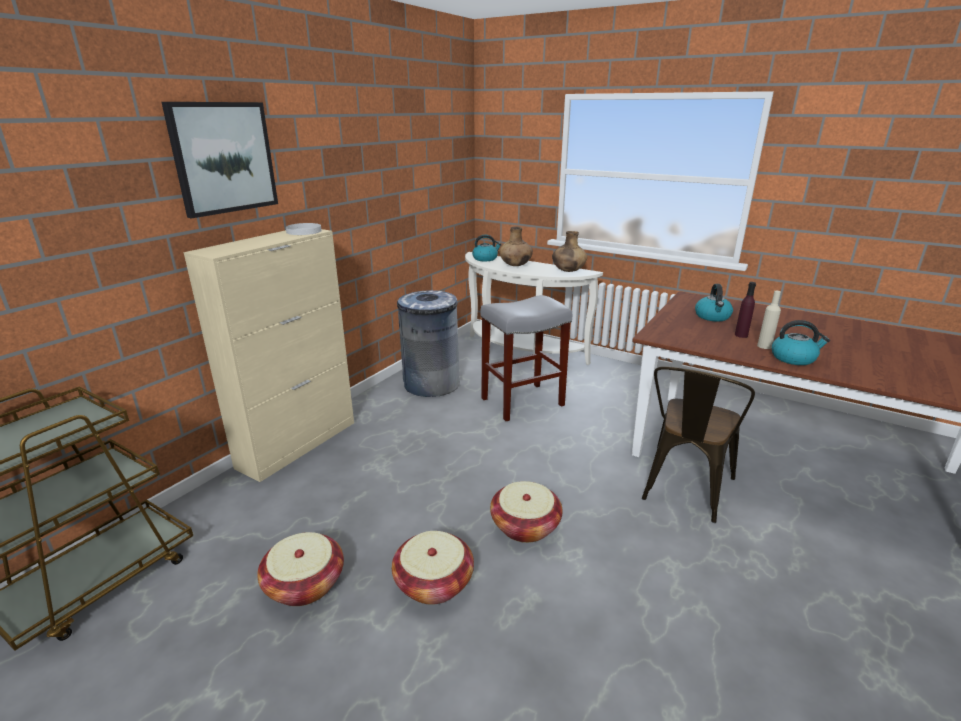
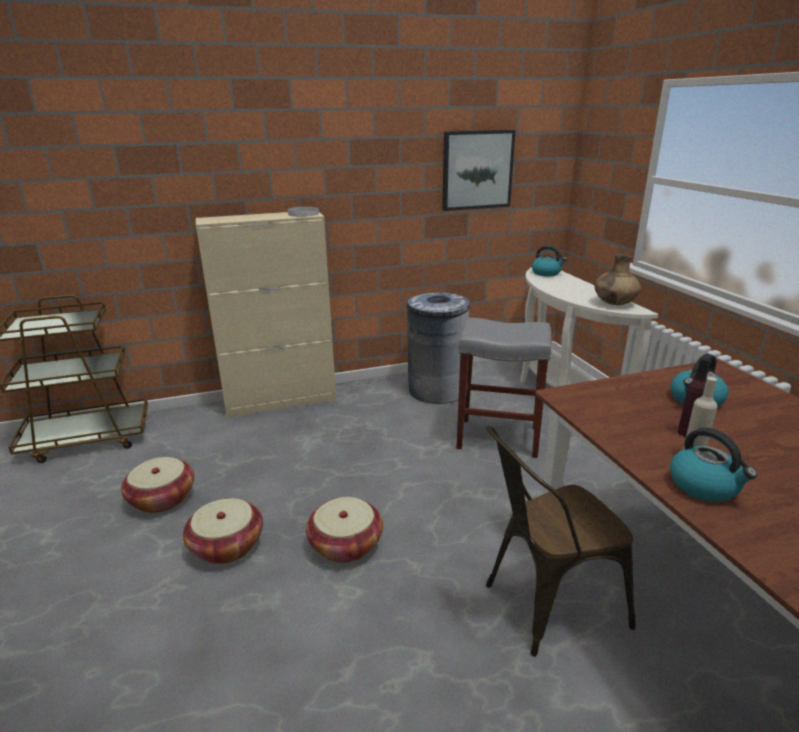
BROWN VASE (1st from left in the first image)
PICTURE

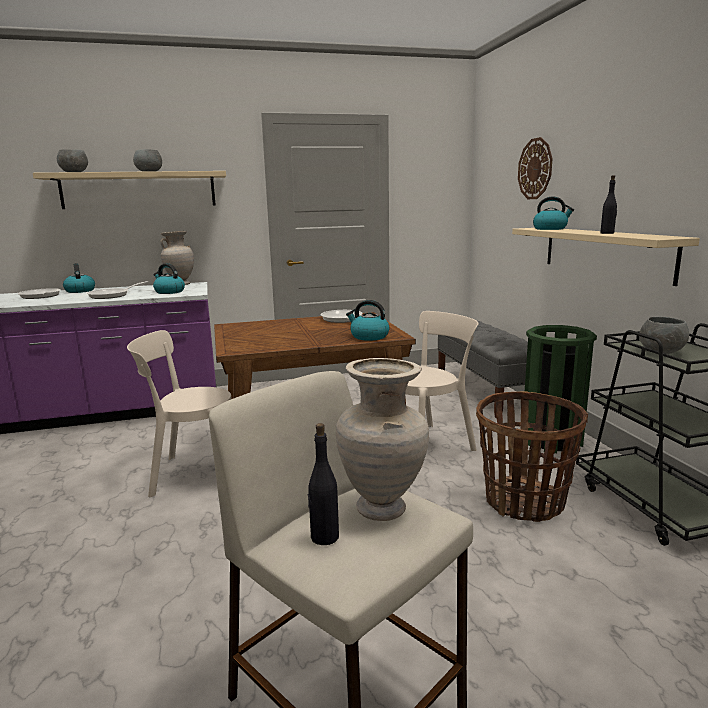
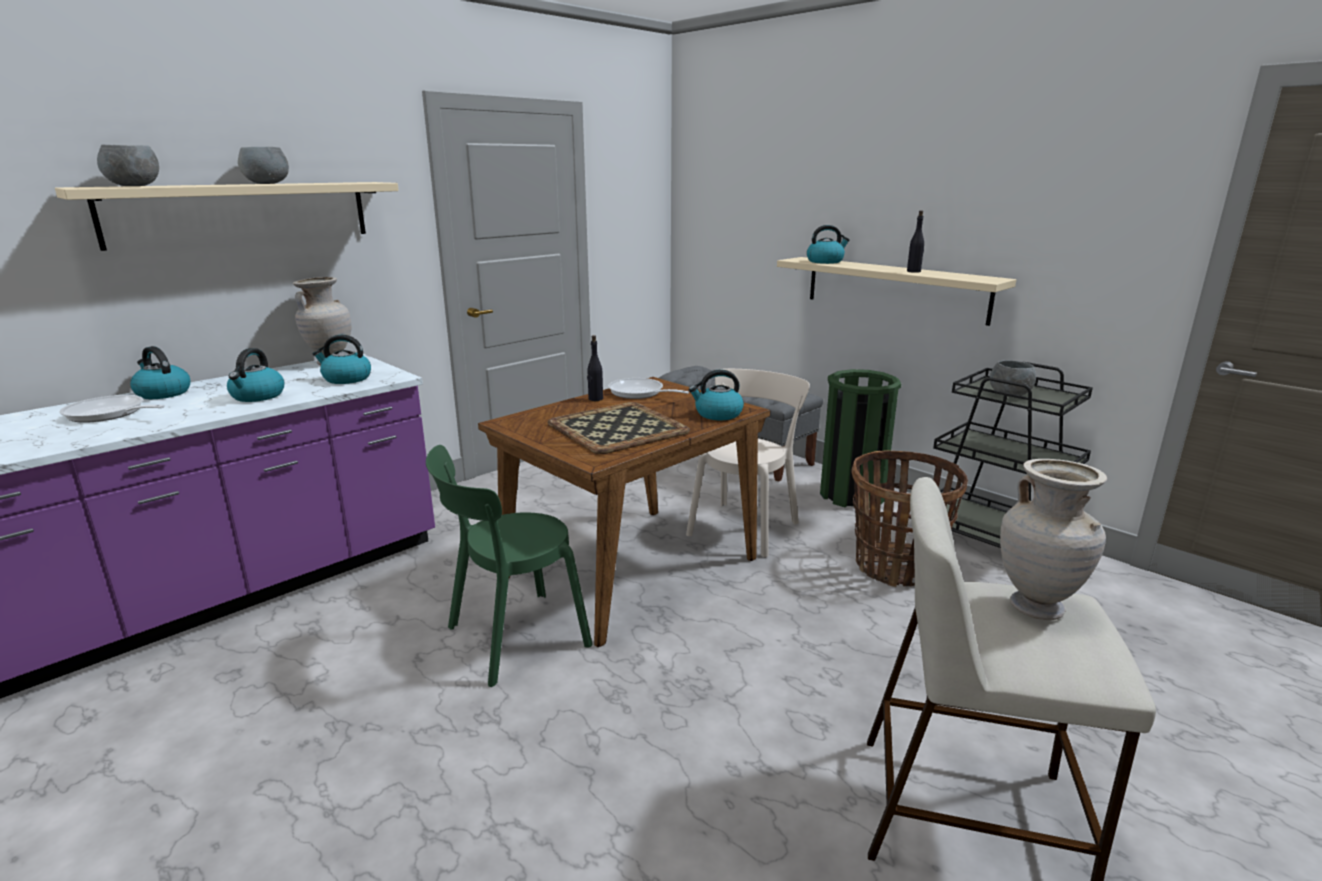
HANGING CLOCK
CARRYING TRAY
BLACK-COLOURED BEVERAGE BOTTLE (1st from left)
KETTLE (2nd from left)
GREEN UPRIGHT CHAIR

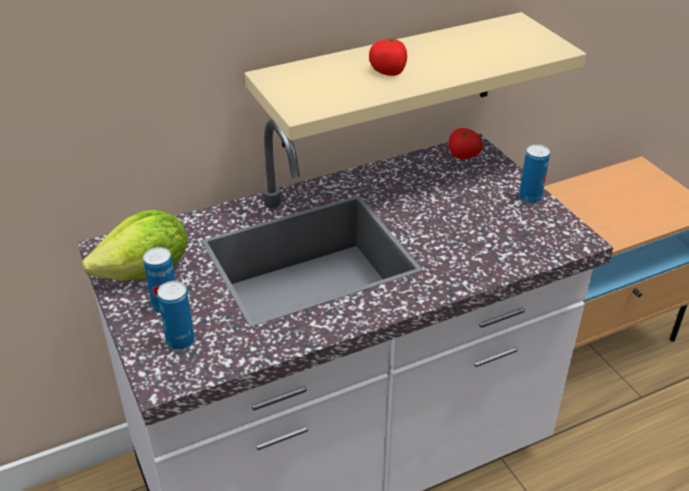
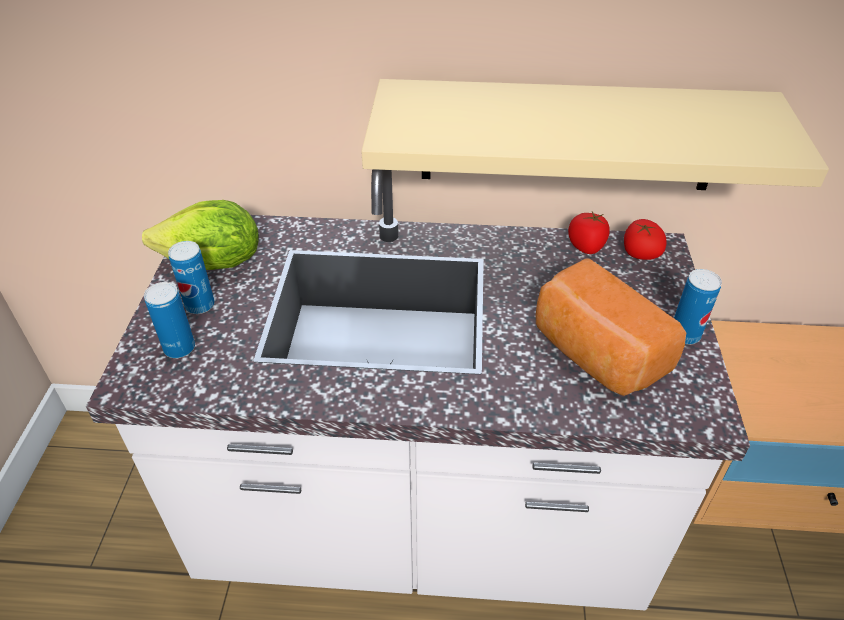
BREAD
WHOLE TOMATO (1st from left)

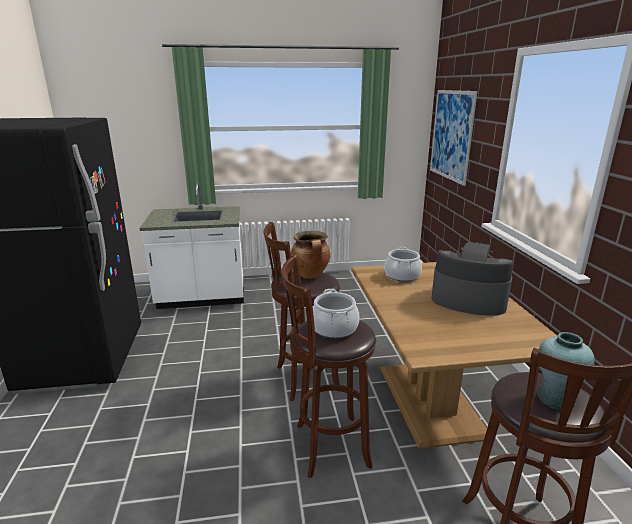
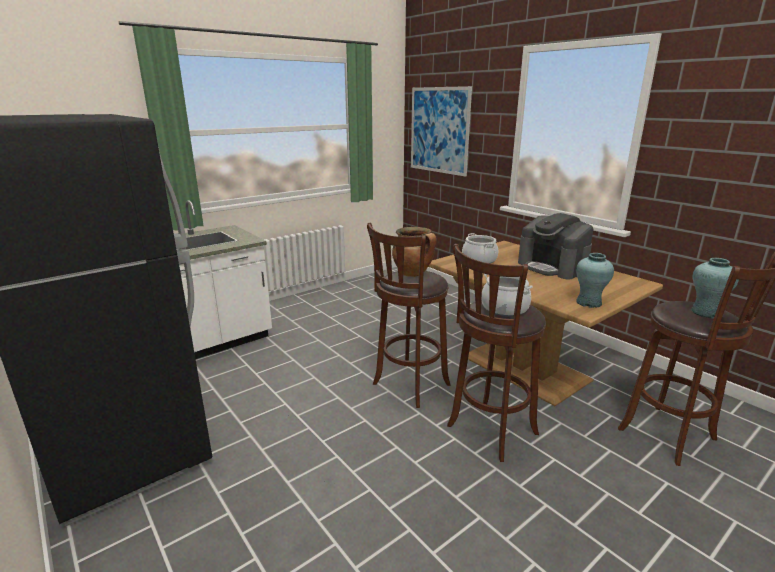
TURQUOISE VASE (1st from left)
COFFEE MACHINE

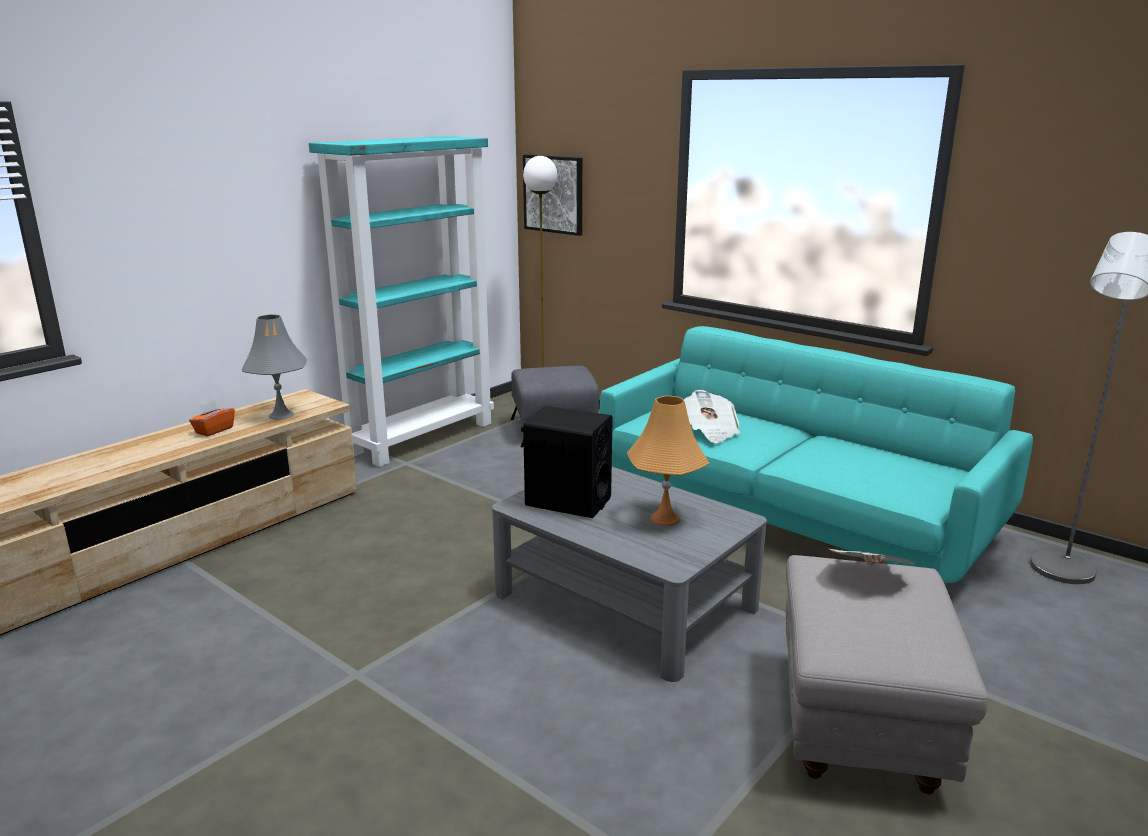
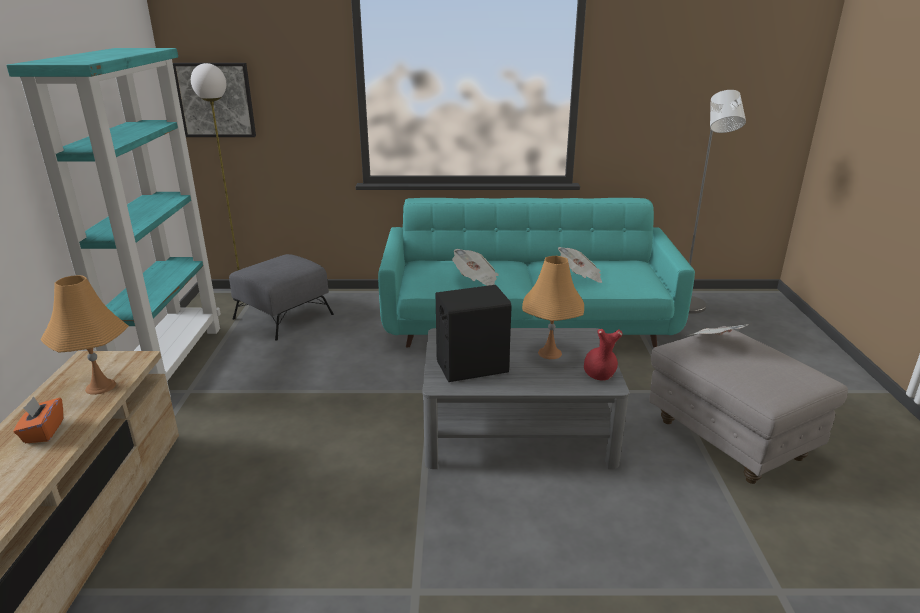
DAILY PAPER (2nd from left)
REDDISH VASE
ORANGEY LAMP FOR A TABLE (1st from left)

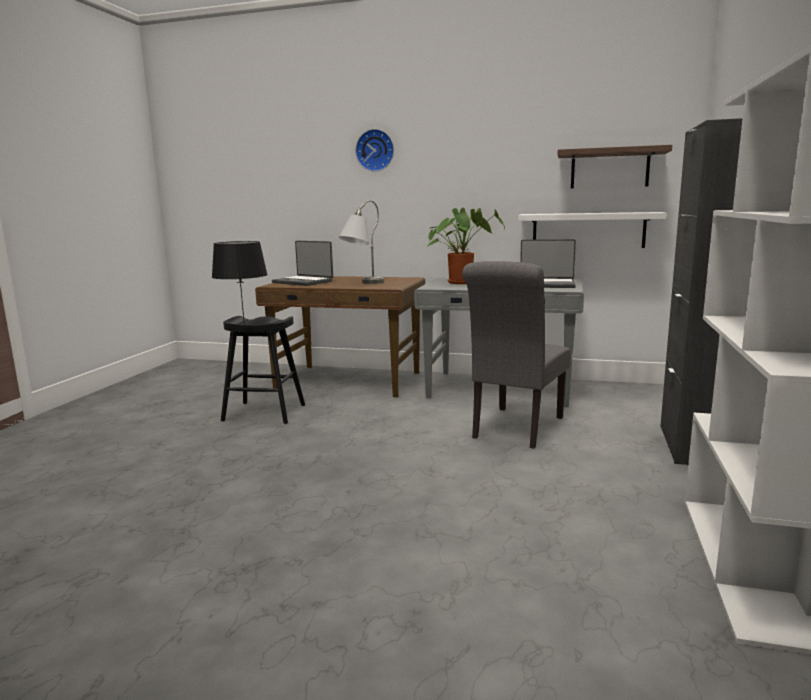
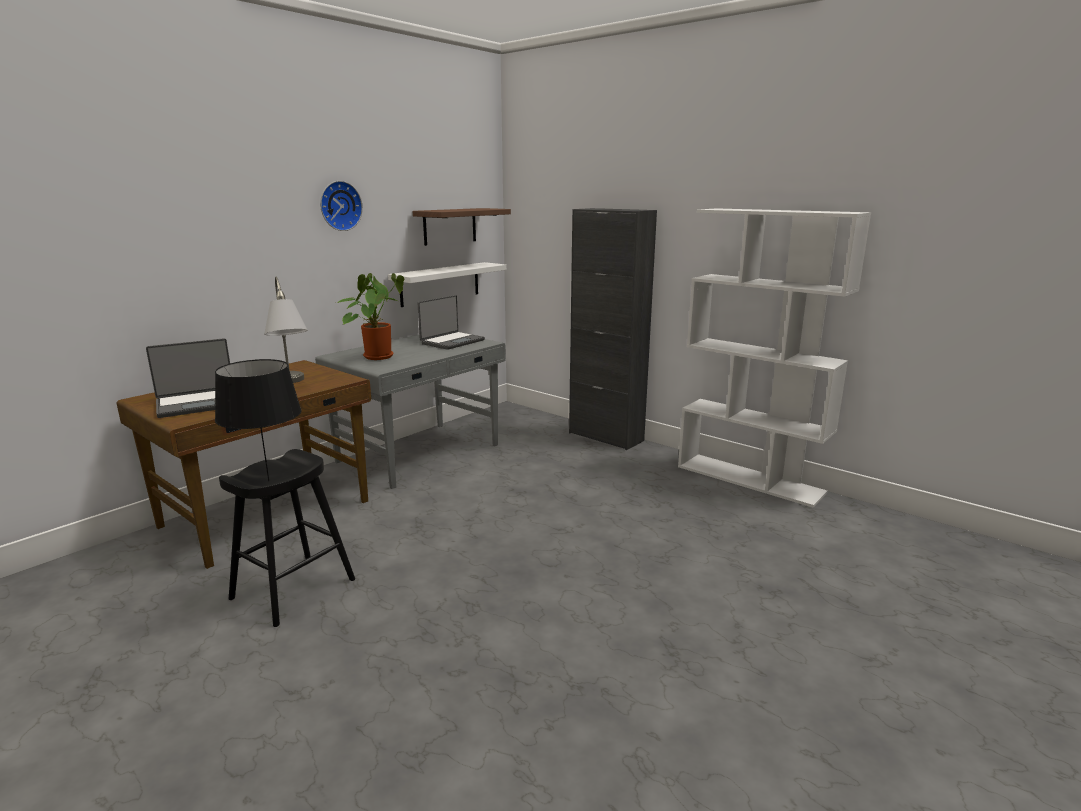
GRAY UPRIGHT CHAIR
HANGING CLOCK

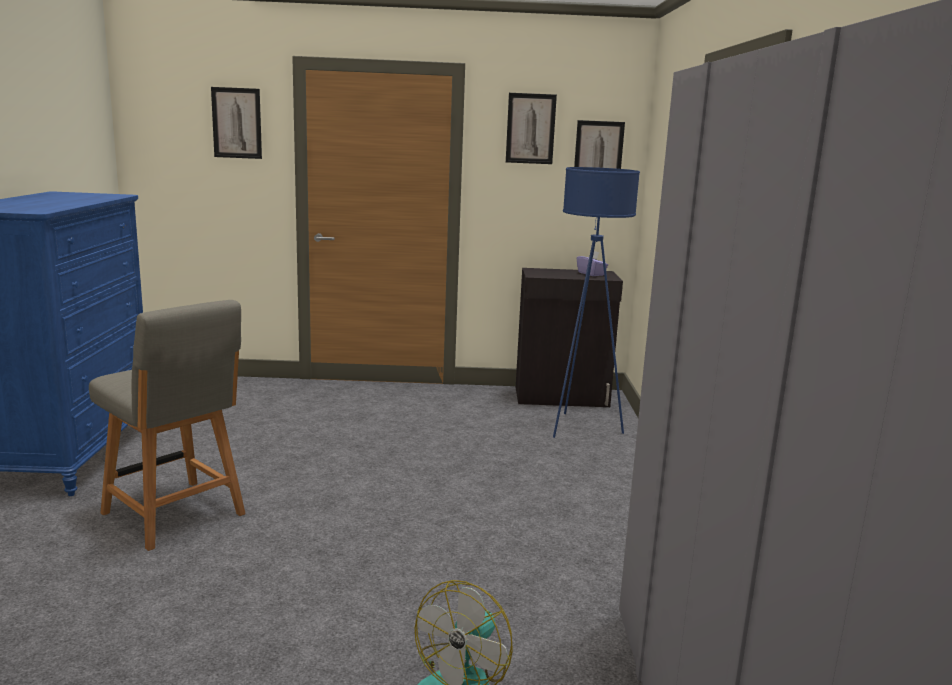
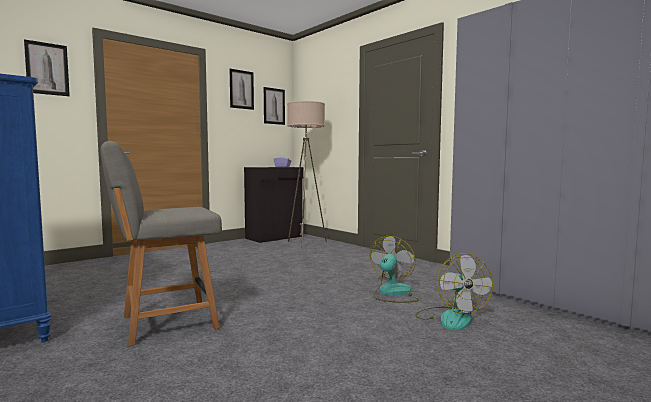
FAN (1st from left)
BEIGE STANDING LAMP
GRAY UPRIGHT CHAIR

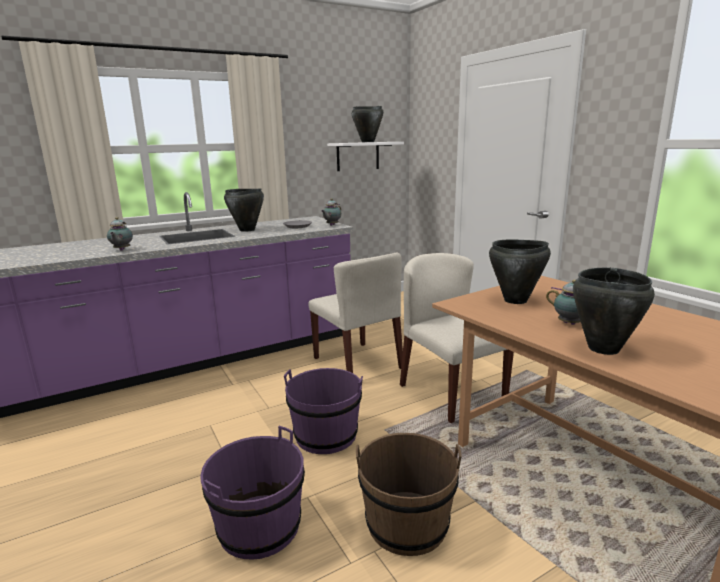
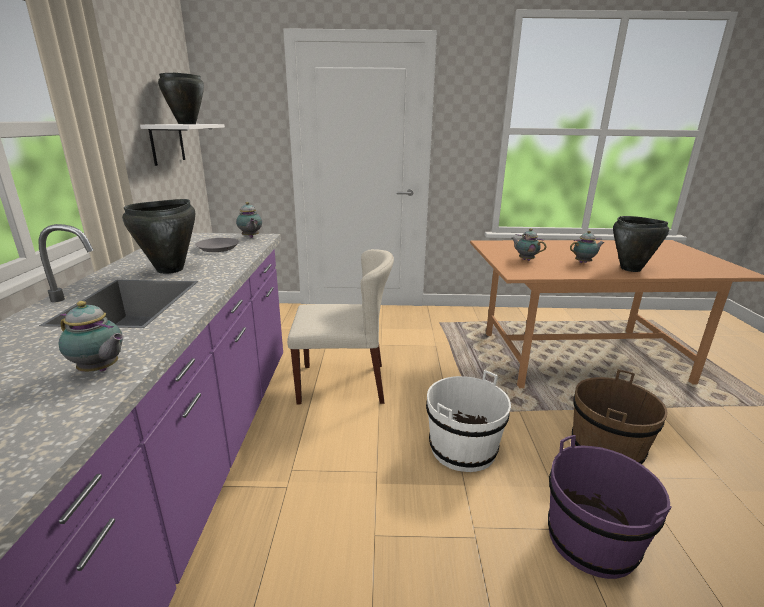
BEIGE UPRIGHT CHAIR (2nd from left in the first image)
TEAPOT (3rd from left)
WHITE WATER BUCKET

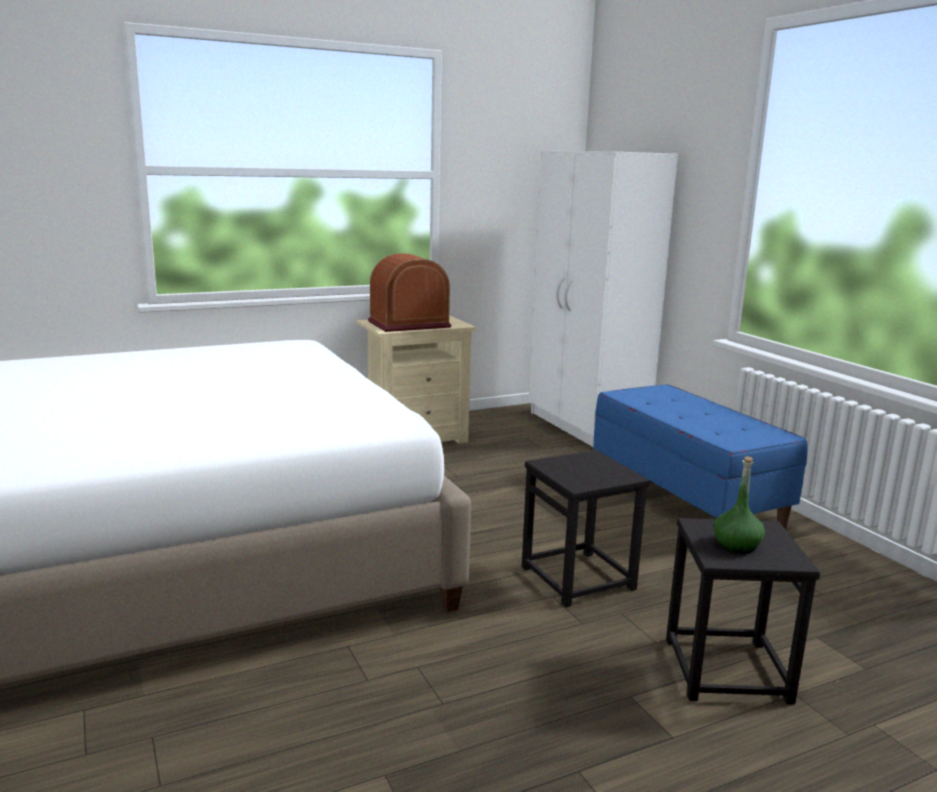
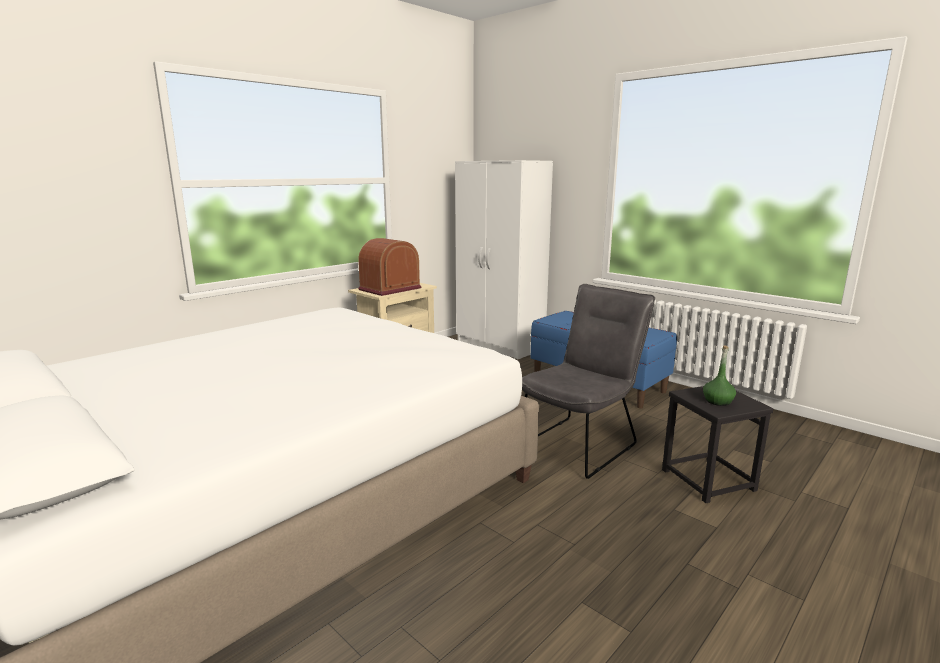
GRAY UPRIGHT CHAIR

